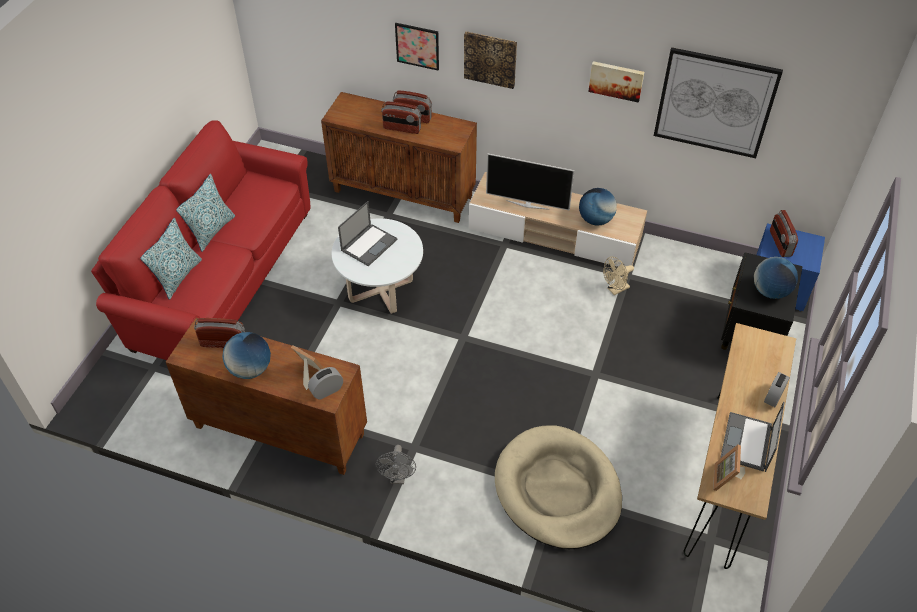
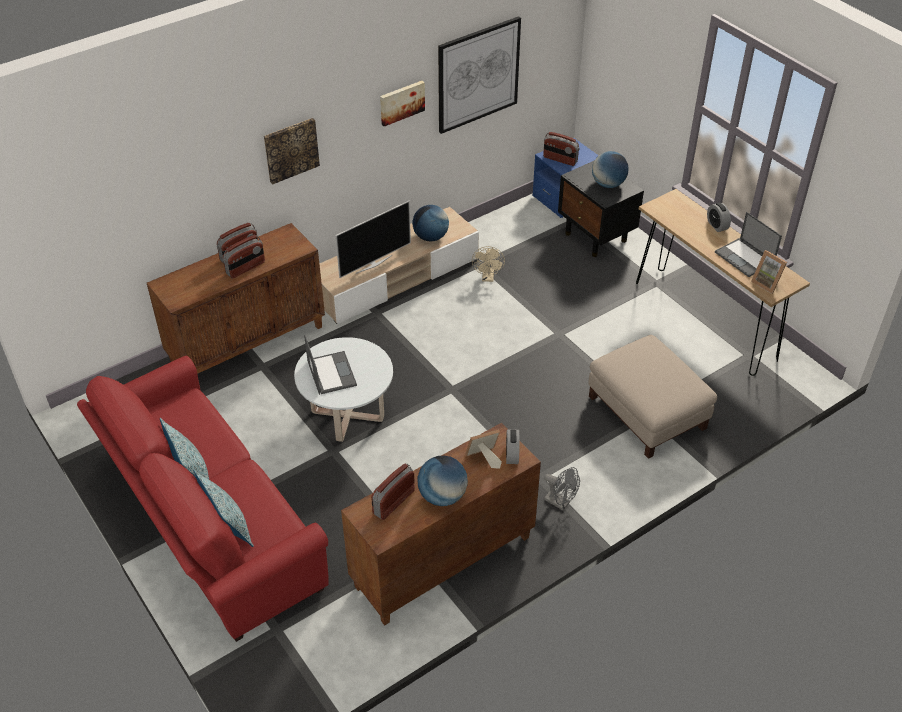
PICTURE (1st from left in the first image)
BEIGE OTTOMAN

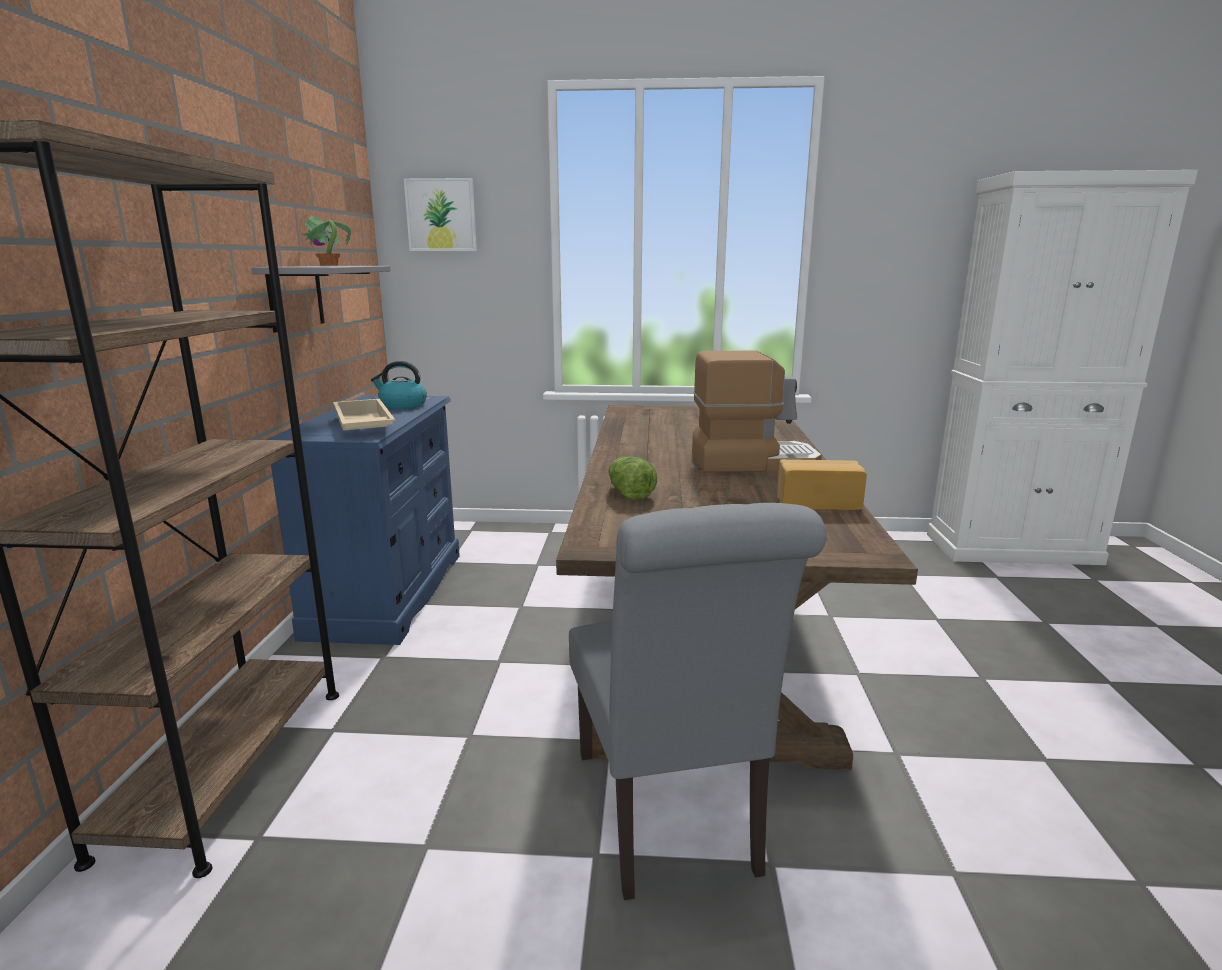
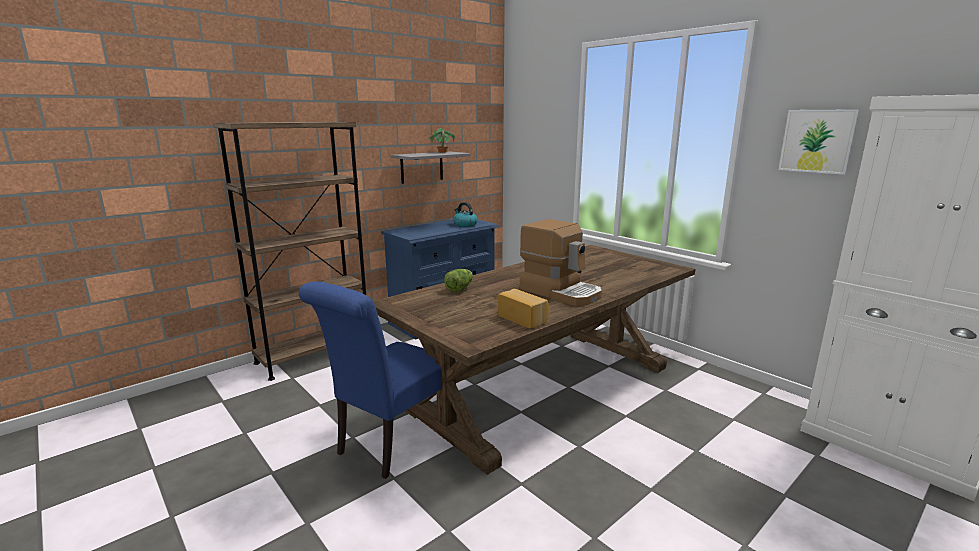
BEIGE CARRYING TRAY
PICTURE
BLUISH UPRIGHT CHAIR

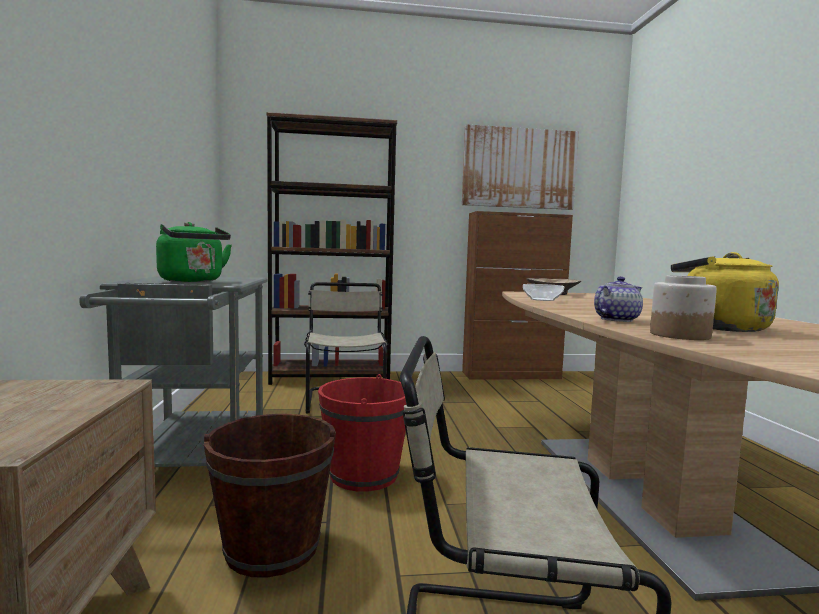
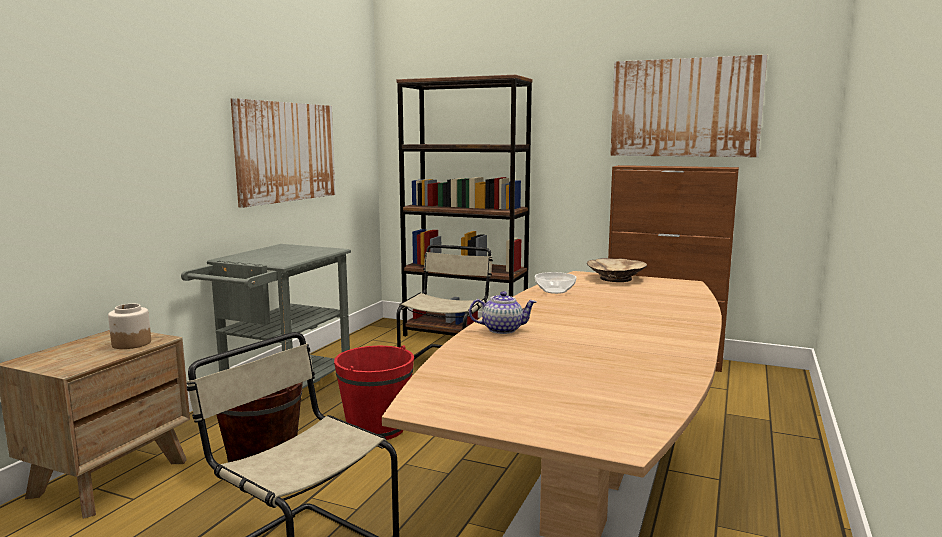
GREEN KETTLE
YELLOW-COLOURED KETTLE
PICTURE (1st from left)
PRESERVE JAR

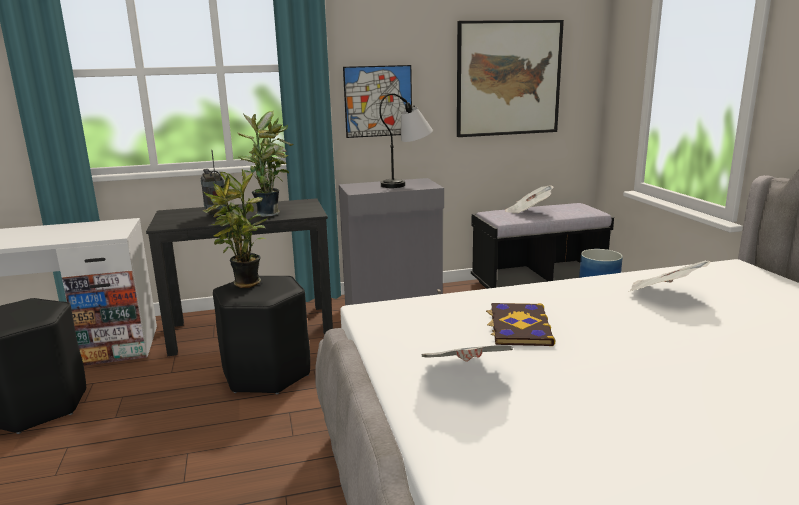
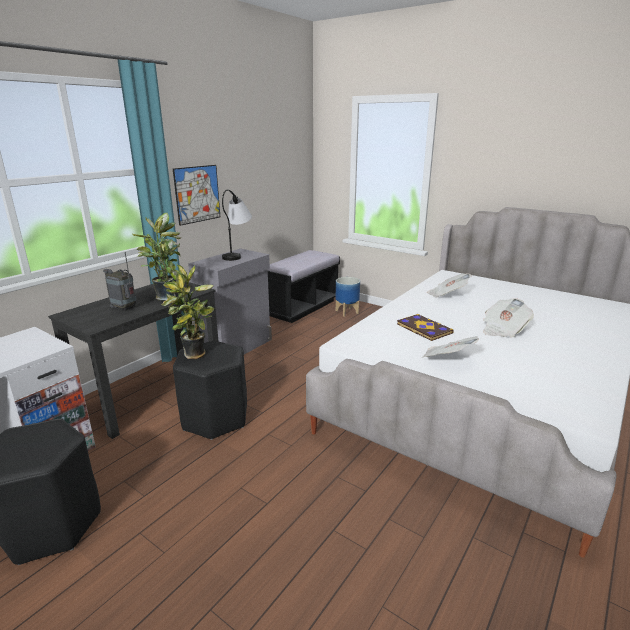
PICTURE (2nd from left in the first image)
DAILY PAPER (3rd from left)

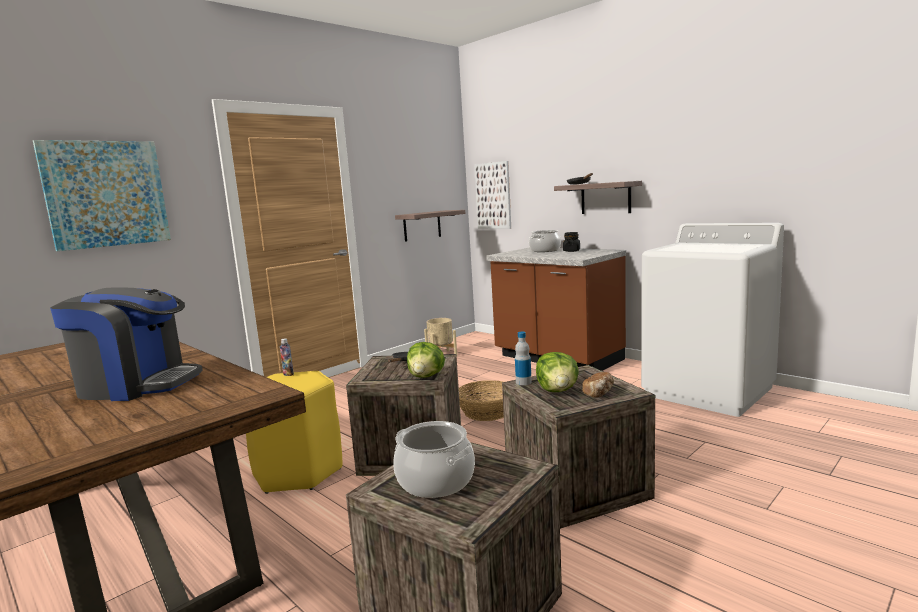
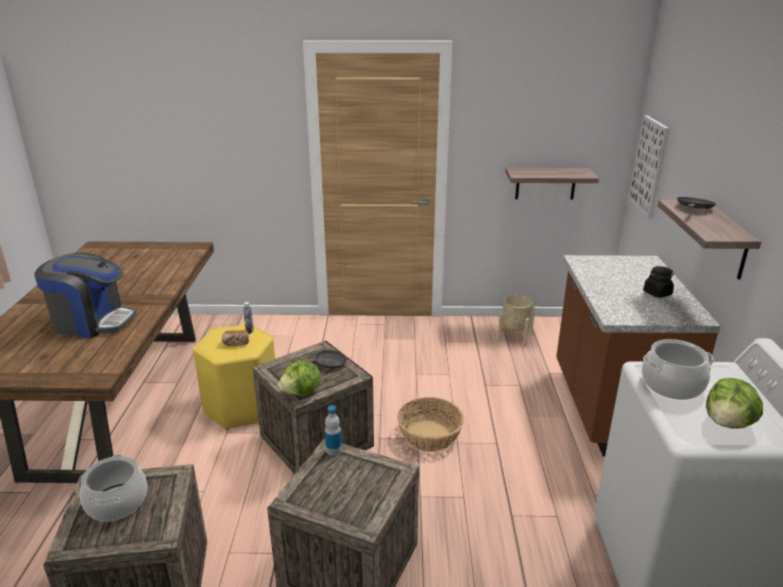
PICTURE (1st from left in the first image)
SAUCEPOT (2nd from left)
LETTUCE HEAD (2nd from left)
BREAD
COFFEE MACHINE

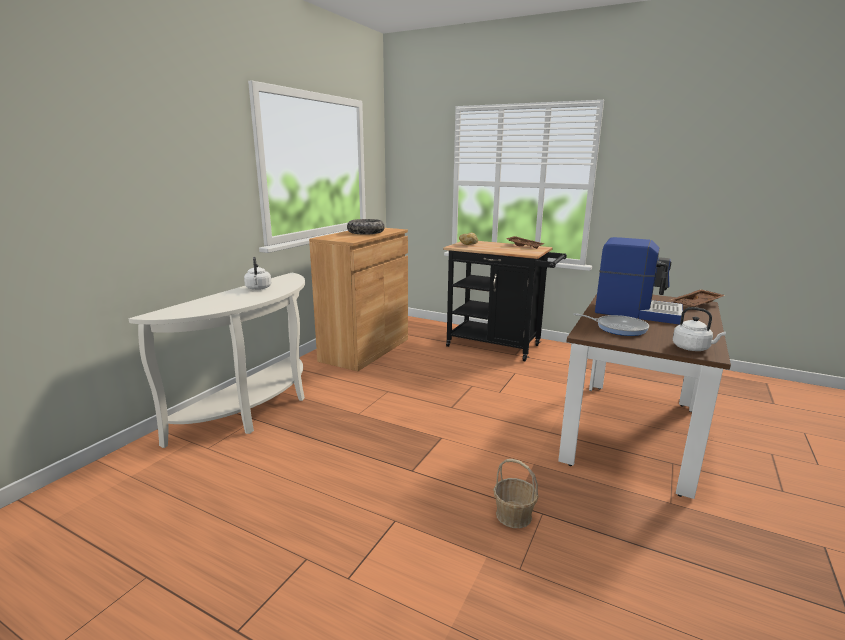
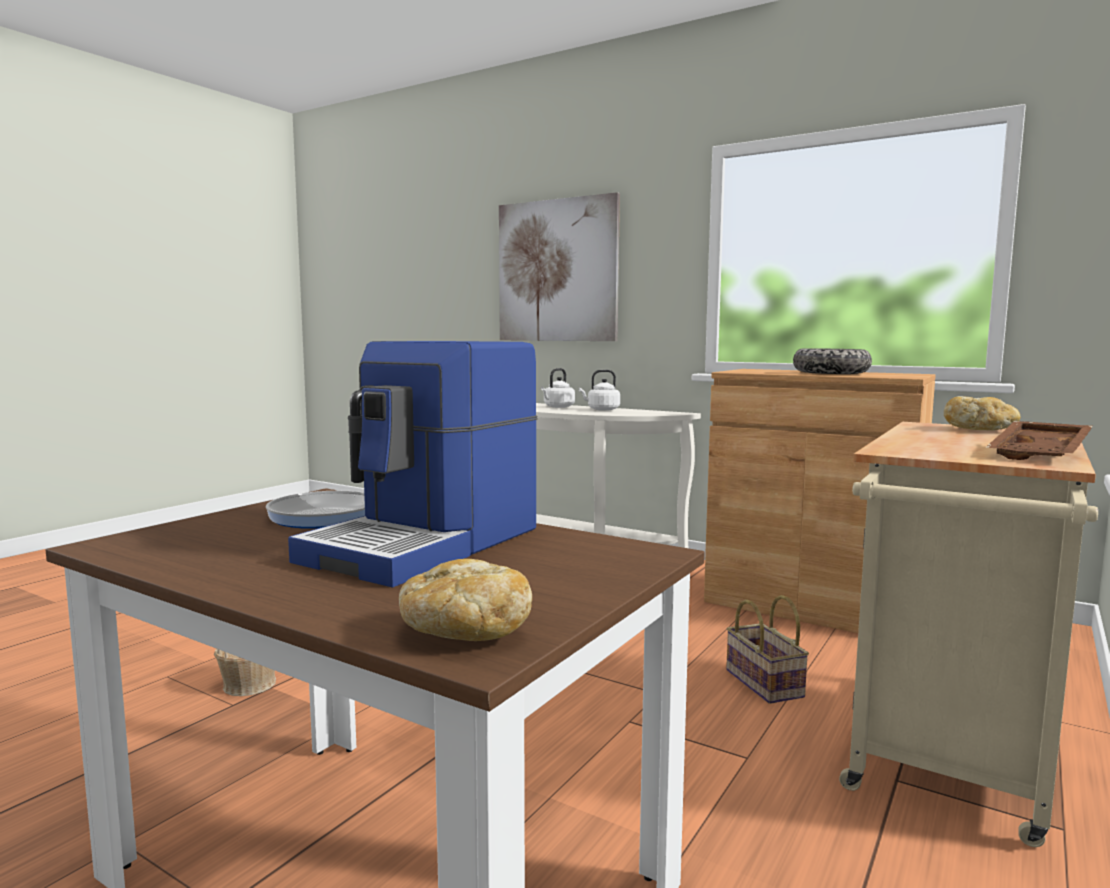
PICTURE
STORAGE BASKET (2nd from left)
WHITE KETTLE (1st from left)
BREAD (1st from left)
BEIGE WHEELED CART

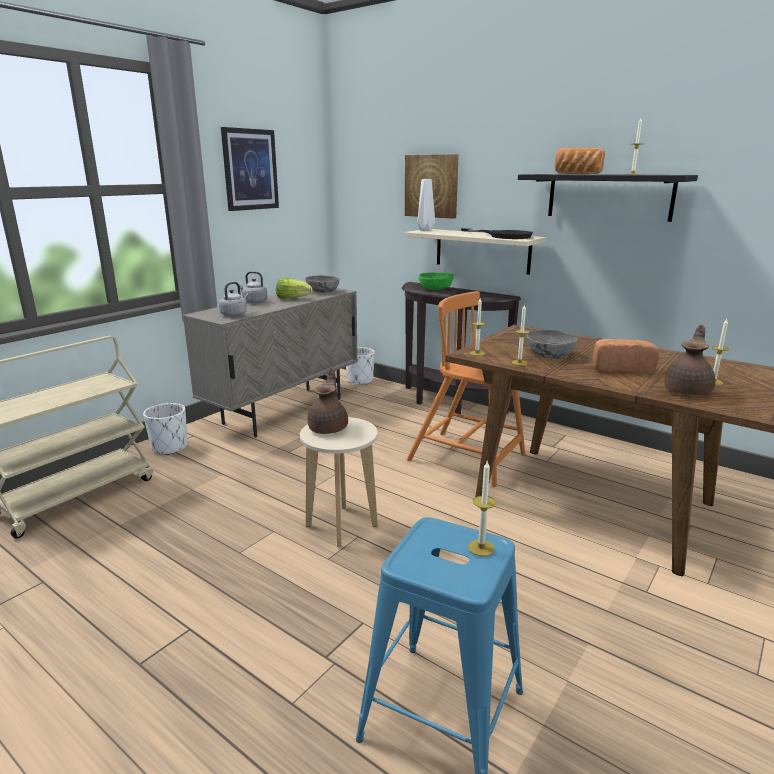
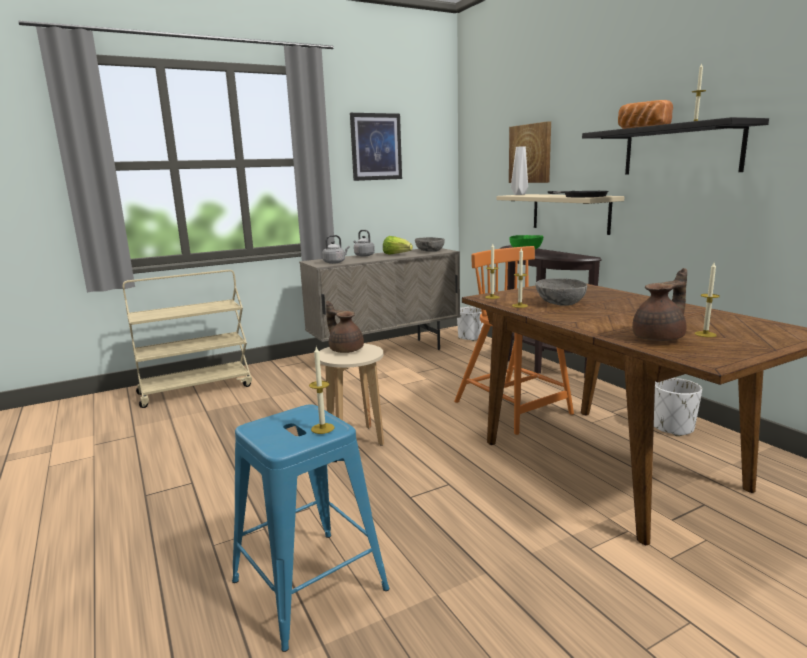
BREAD (2nd from left in the first image)
WHITE PLANTER (2nd from left)
BROWN TEAPOT (1st from left)

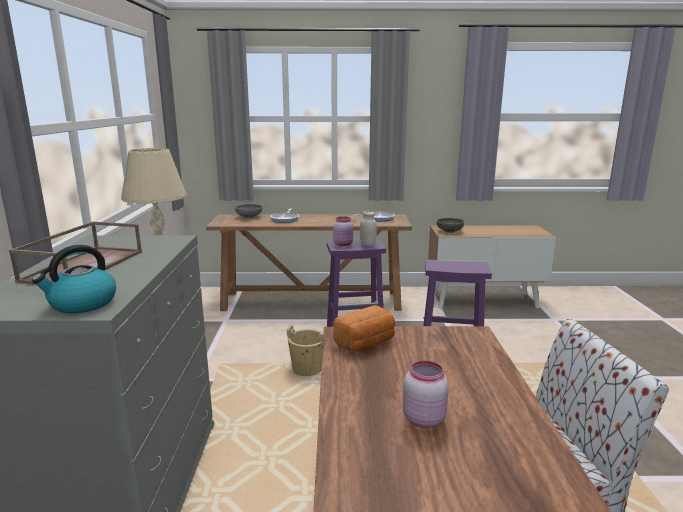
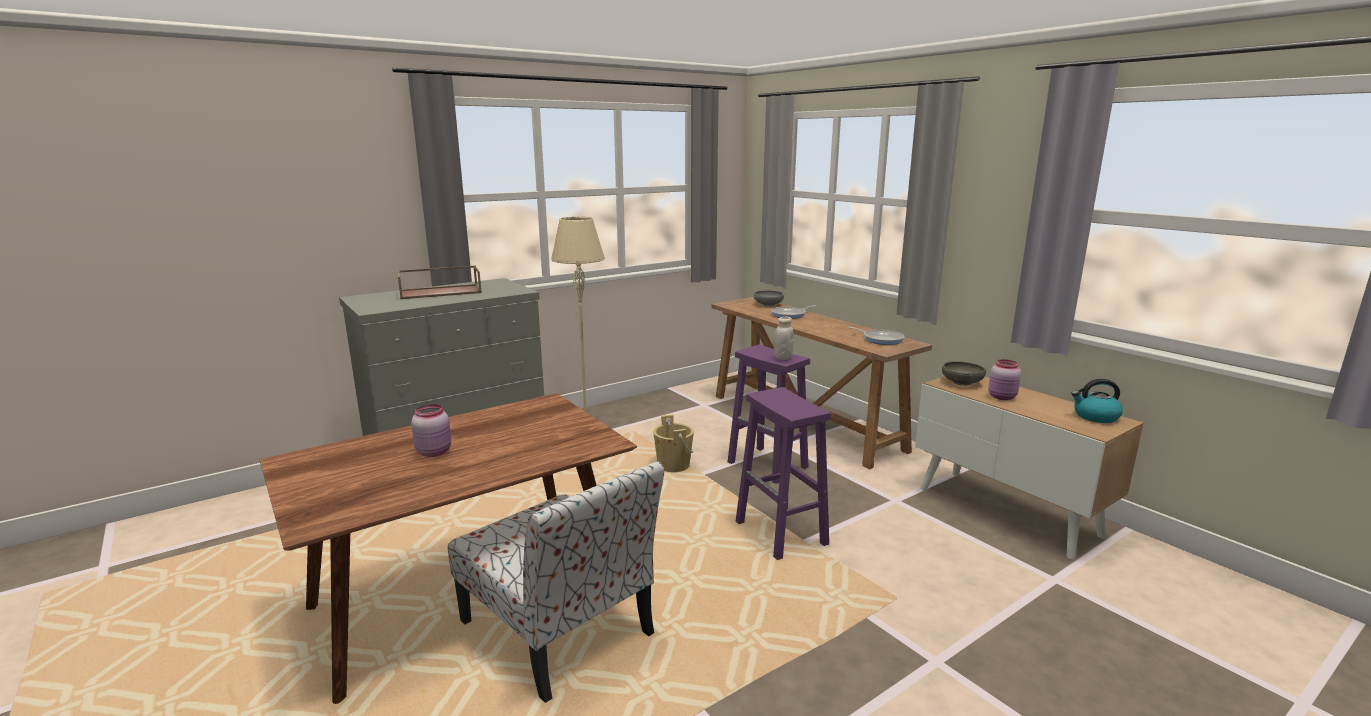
BREAD
KETTLE
PINK-COLOURED PRESERVE JAR (2nd from left)

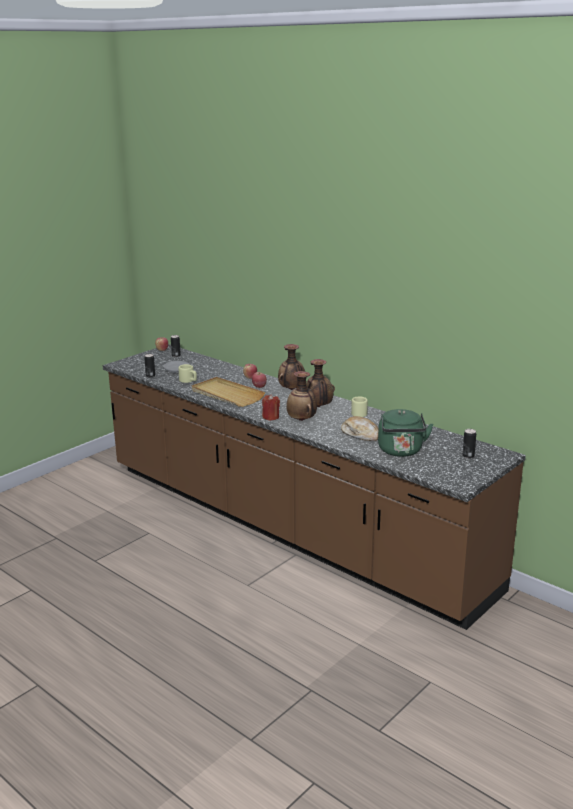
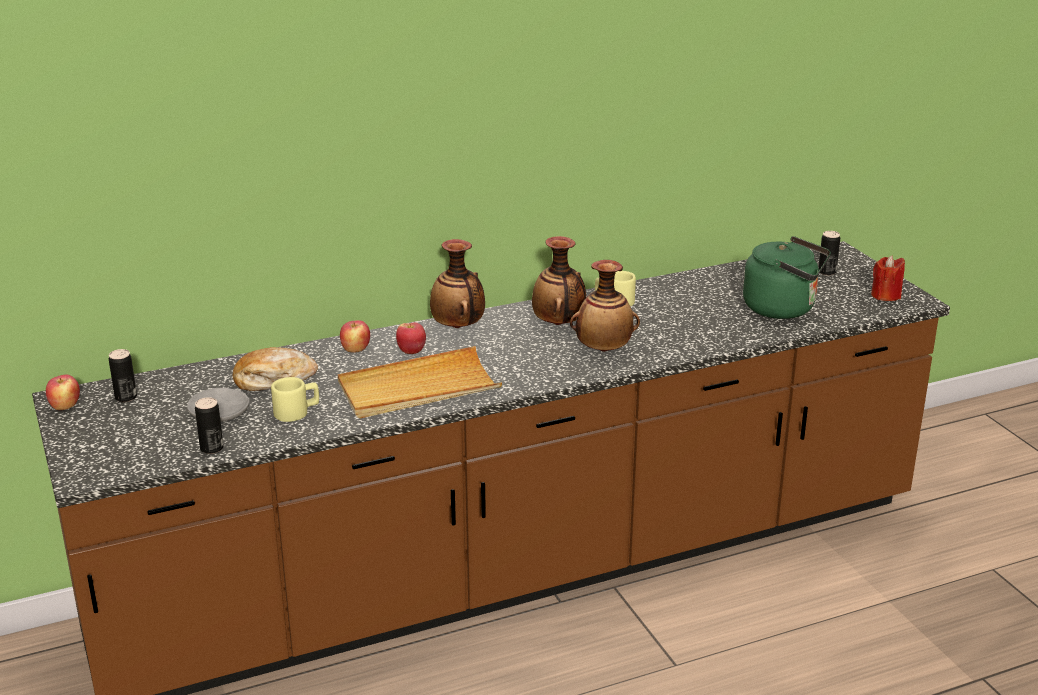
REDDISH WAX CANDLE
BREAD

